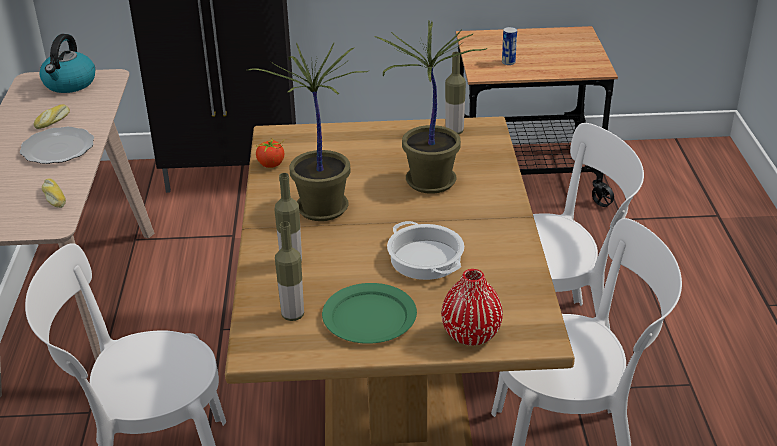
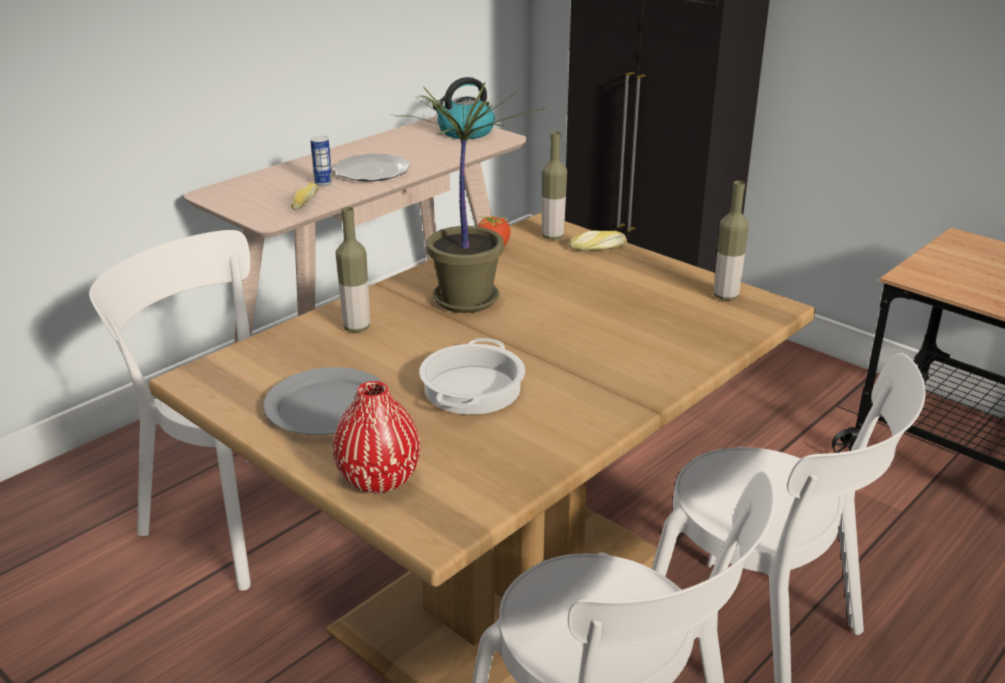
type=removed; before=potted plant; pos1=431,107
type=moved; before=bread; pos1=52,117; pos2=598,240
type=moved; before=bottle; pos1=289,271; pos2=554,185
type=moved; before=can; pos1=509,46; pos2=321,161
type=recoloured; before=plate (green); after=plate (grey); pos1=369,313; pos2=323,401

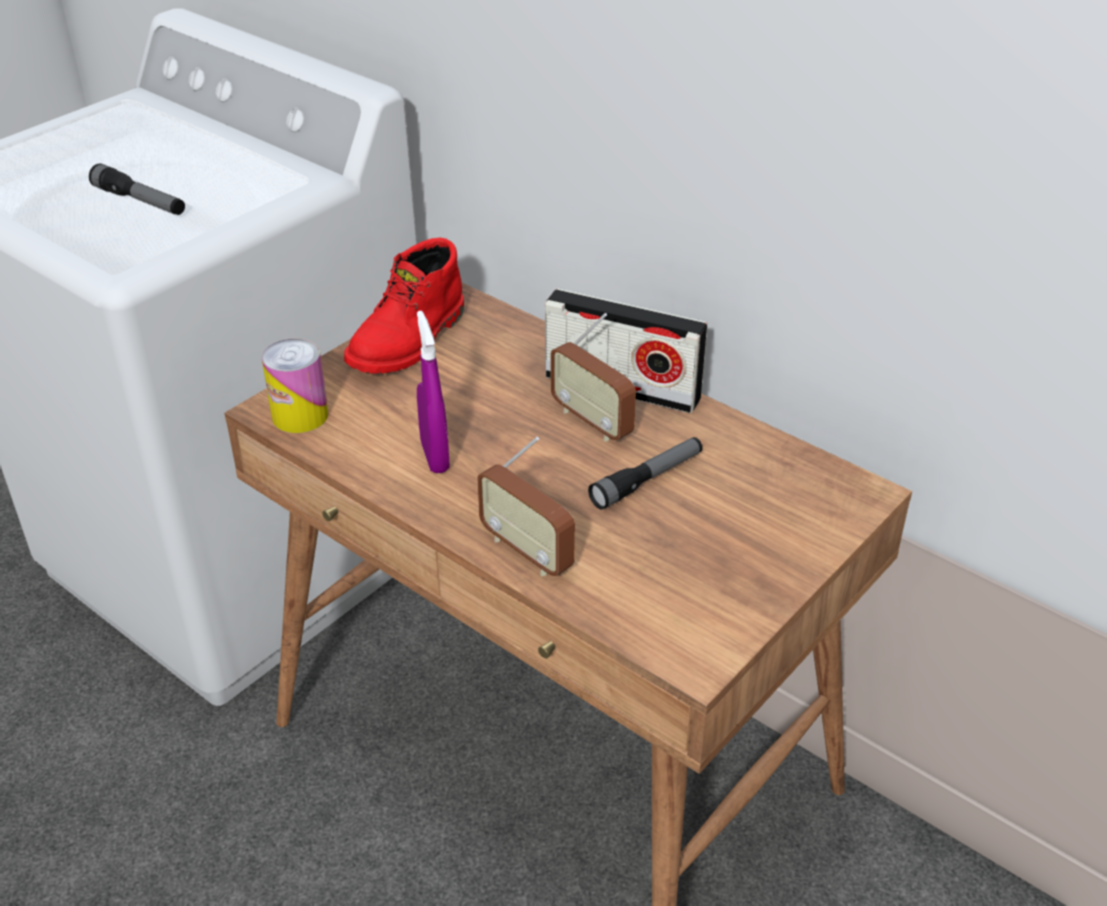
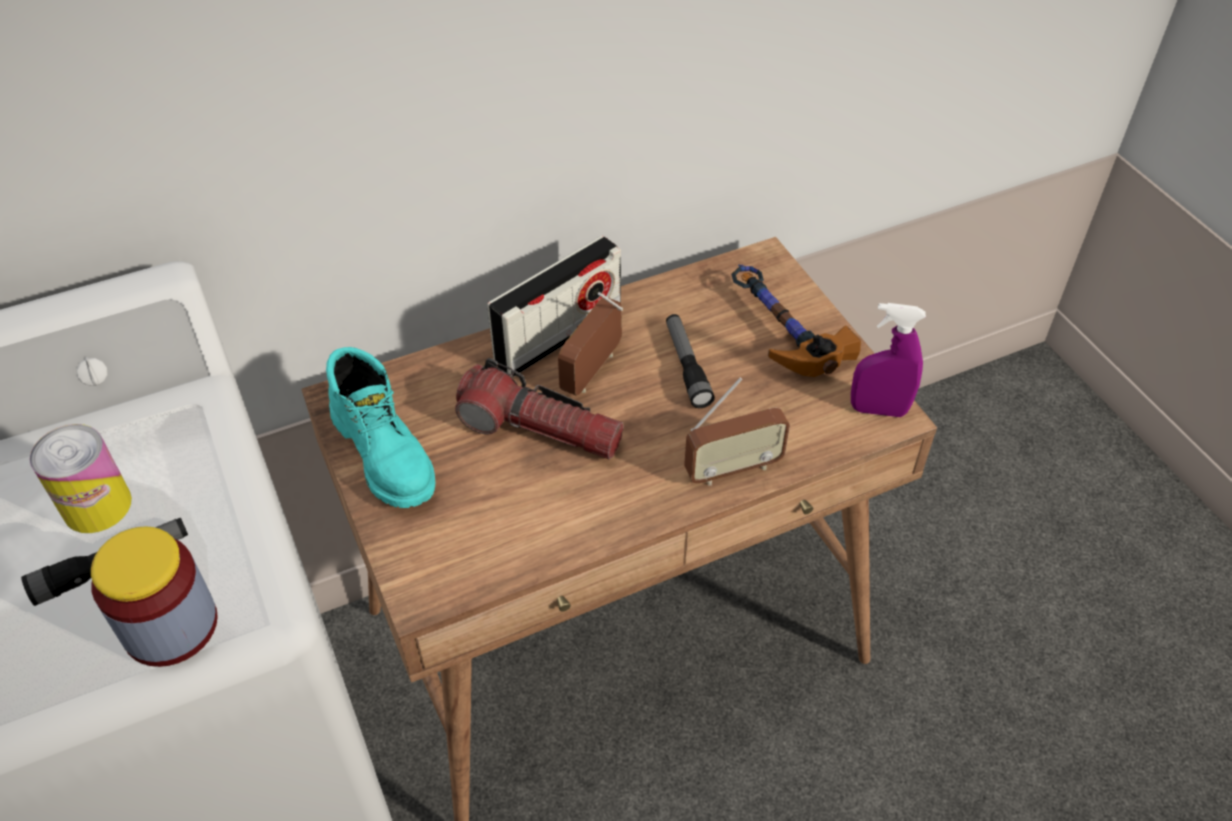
type=added; after=jar; pos2=154,596
type=added; after=flashlight; pos2=539,408
type=added; after=hammer; pos2=796,320
type=moved; before=can; pos1=295,385; pos2=81,478
type=moved; before=spray bottle (purple); pos1=433,392; pos2=888,360
type=recoloured; before=boot (red); after=boot (turquoise); pos1=404,306; pos2=380,427
type=turned; before=radio; pos1=593,377; pos2=590,344; turn=135

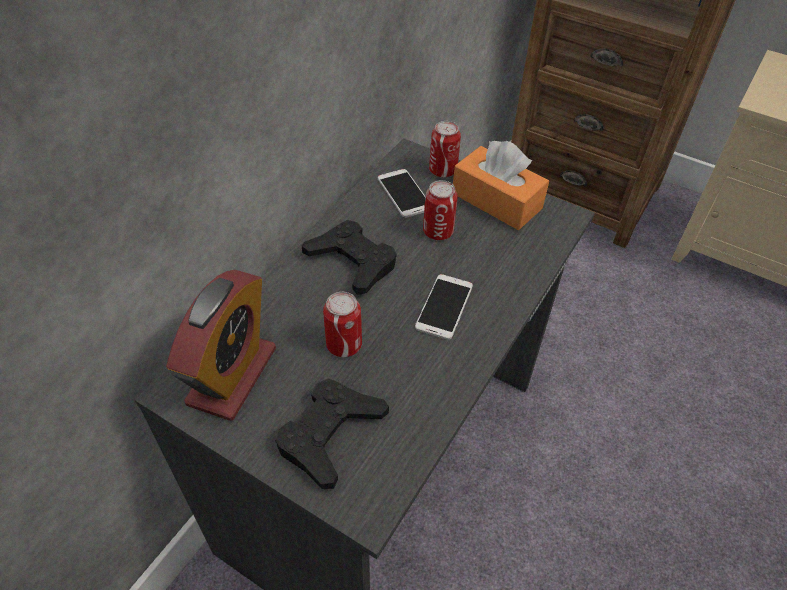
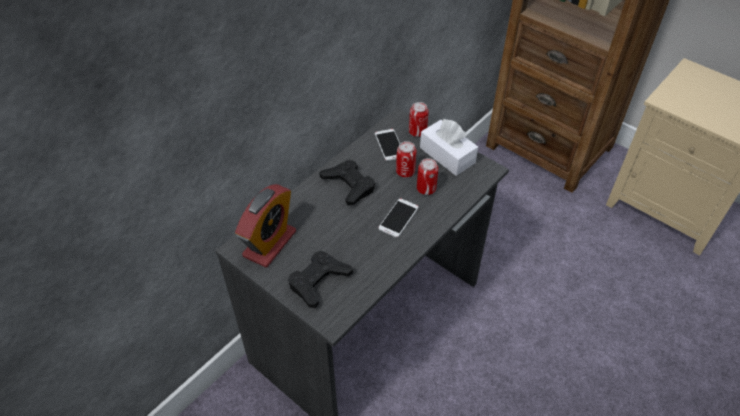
type=moved; before=can; pos1=342,324; pos2=427,176
type=recoloured; before=tissue box (orange); after=tissue box (white); pos1=501,185; pos2=449,147

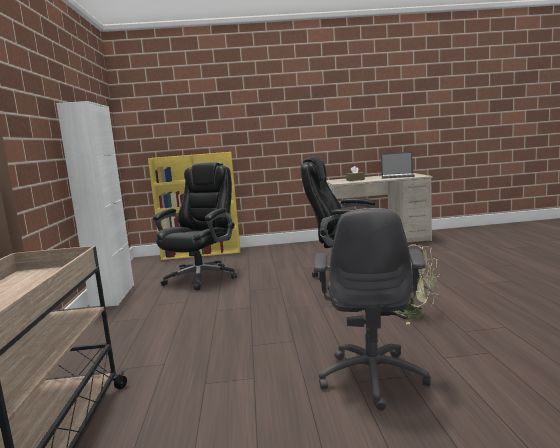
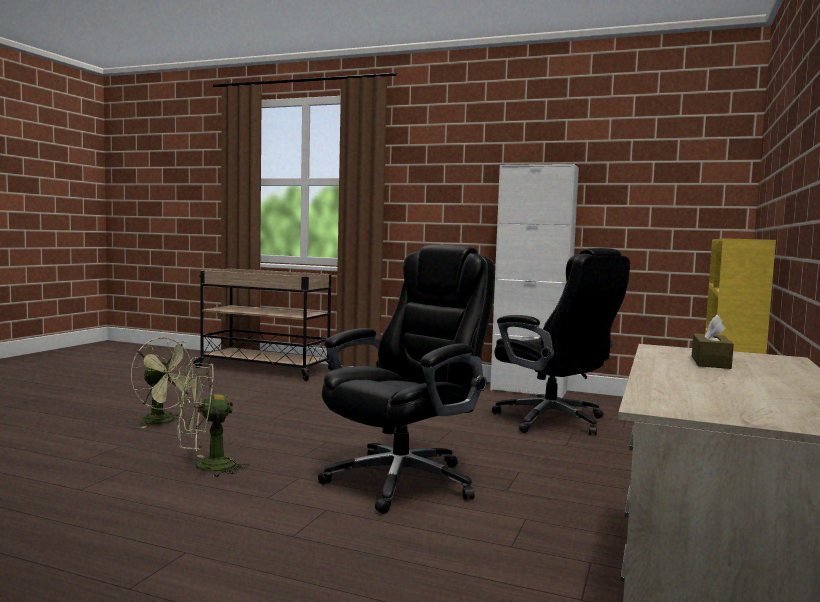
type=removed; before=laptop; pos1=398,165
type=replaced; before=office chair (grey); after=fan (green); pos1=372,309; pos2=164,382

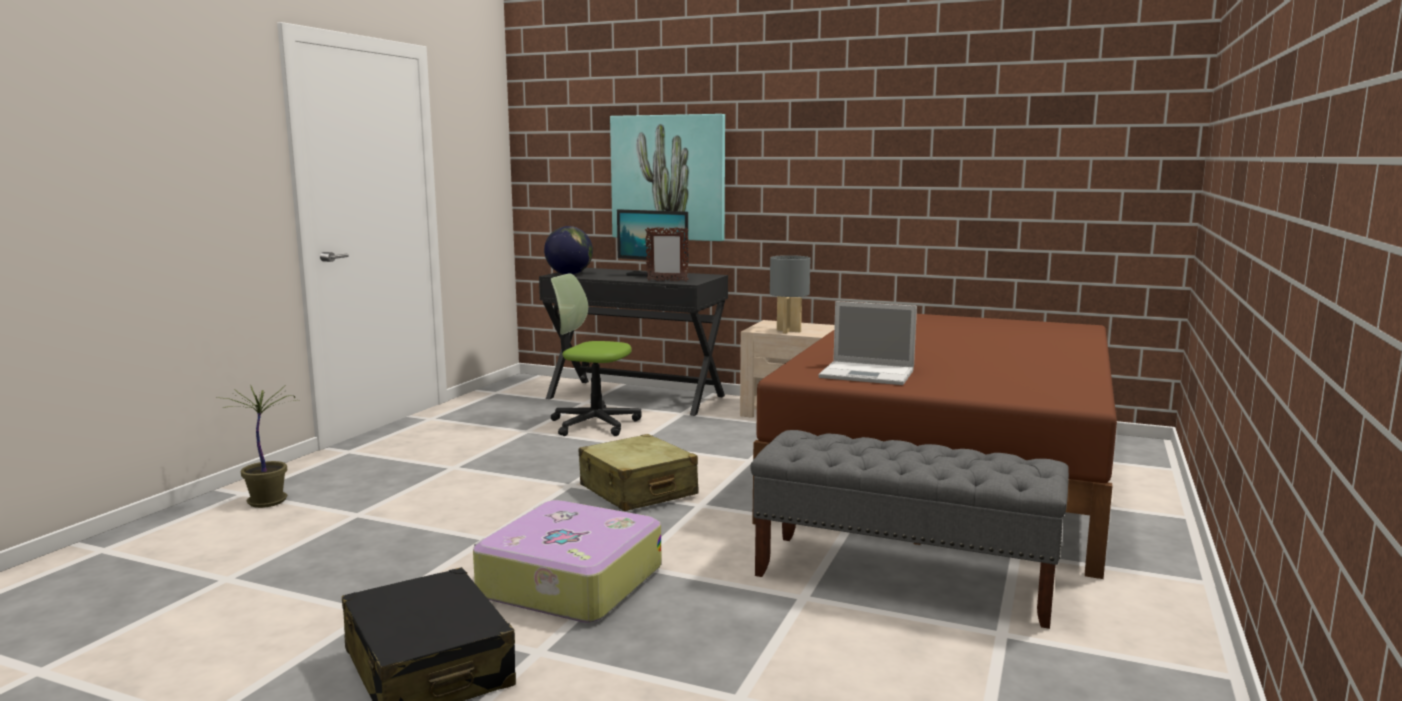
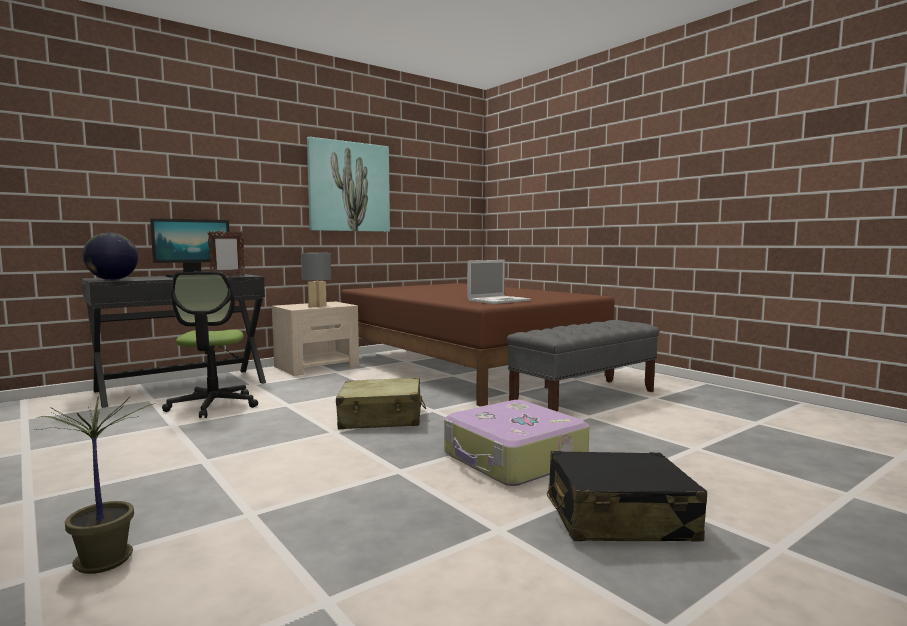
type=moved; before=picture; pos1=667,177; pos2=348,184
type=turned; before=office chair; pos1=596,354; pos2=210,345; turn=-60

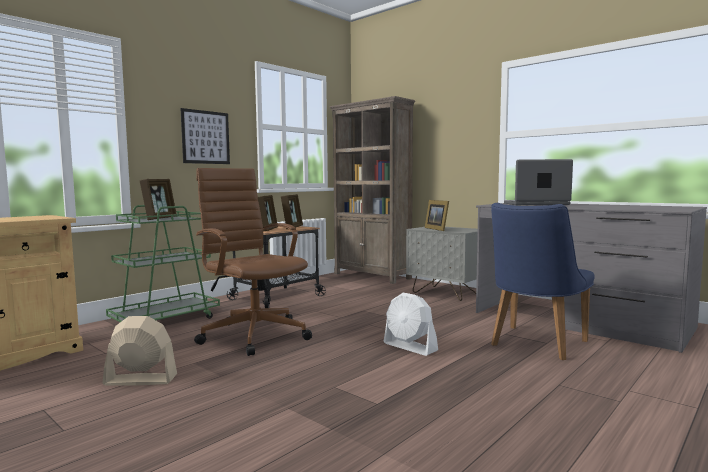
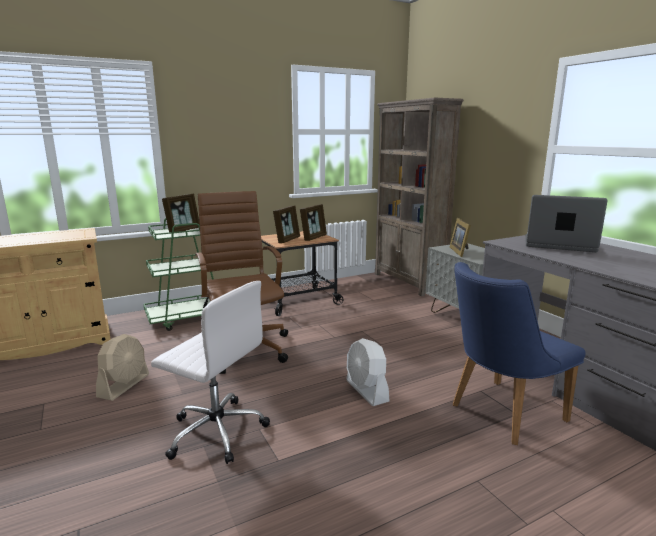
type=removed; before=picture; pos1=205,136
type=added; after=office chair (white); pos2=210,372
type=turned; before=fan (beige); pos1=139,350; pos2=122,367; turn=90

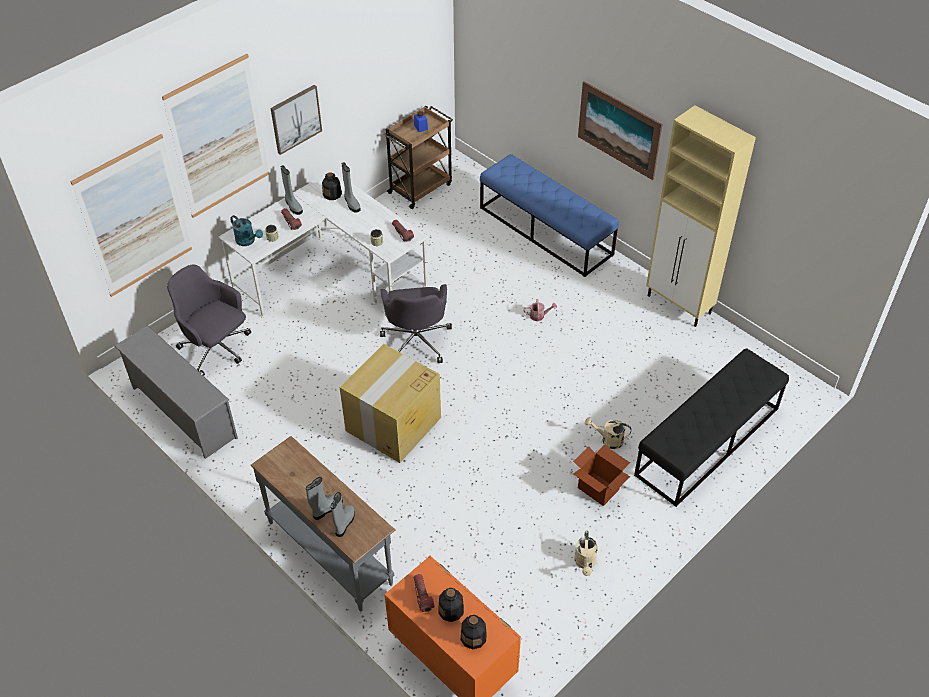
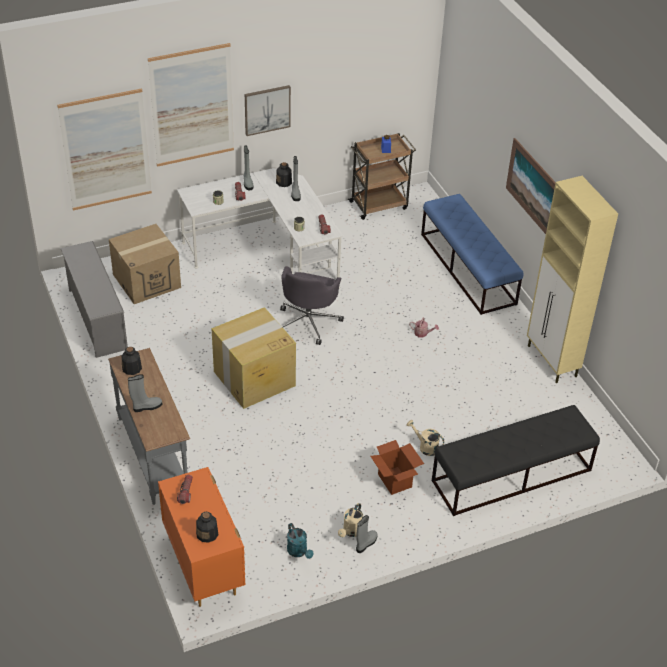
type=moved; before=watering can (turquoise); pos1=246,230; pos2=300,541
type=moved; before=boot (grey); pos1=343,514; pos2=367,534
type=moved; before=bottle; pos1=451,605; pos2=131,361
type=replaced; before=office chair (grey); after=cardboard box; pos1=209,320; pos2=145,264

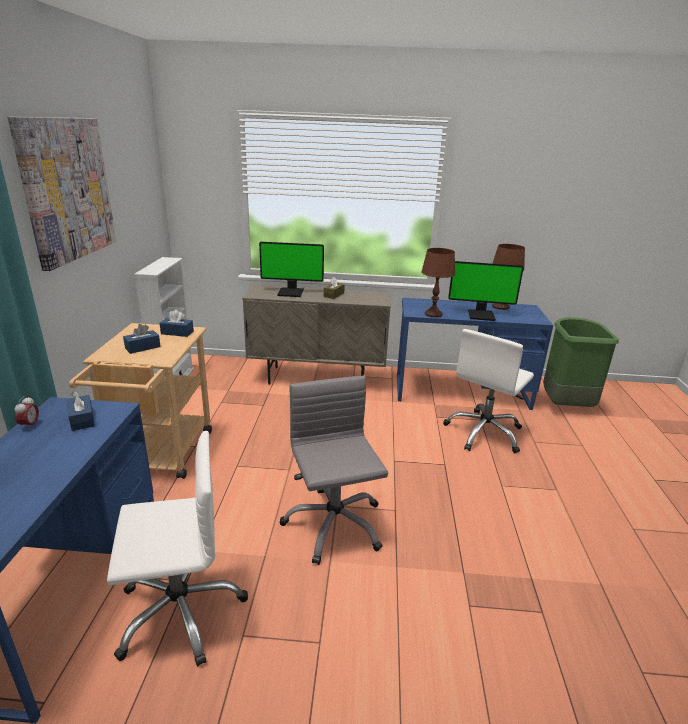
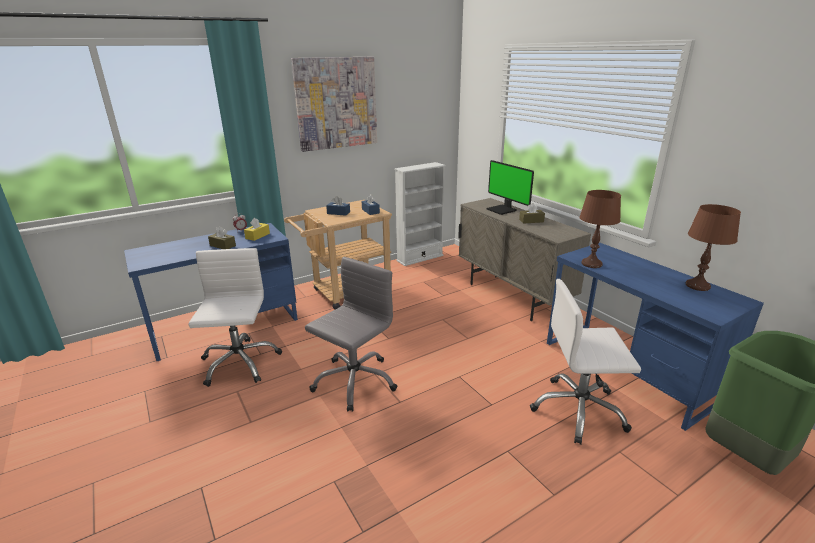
type=removed; before=monitor; pos1=486,291
type=added; after=tissue box (brown); pos2=222,238
type=recoloured; before=tissue box (blue); after=tissue box (yellow); pos1=81,411; pos2=257,229
type=turned; before=office chair (white); pos1=177,549; pos2=235,317; turn=-135

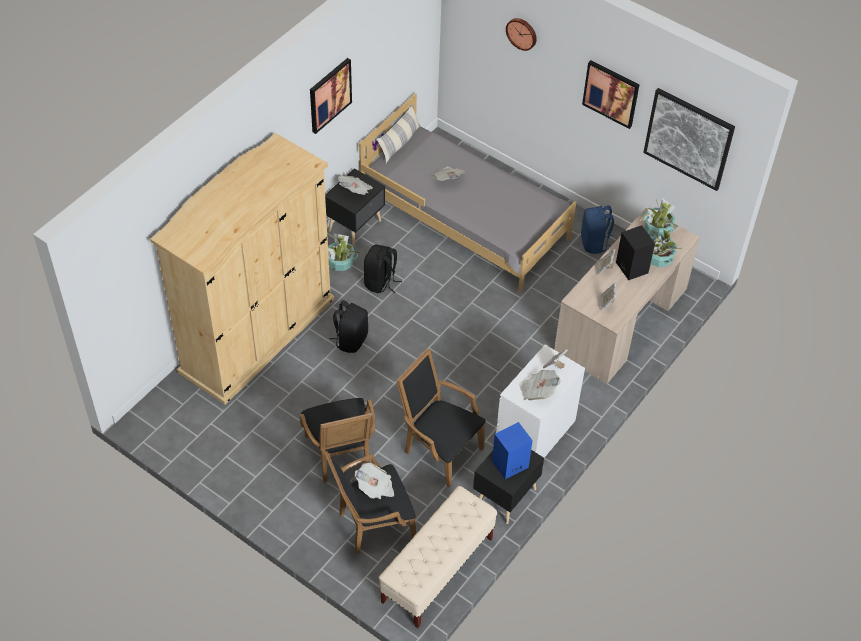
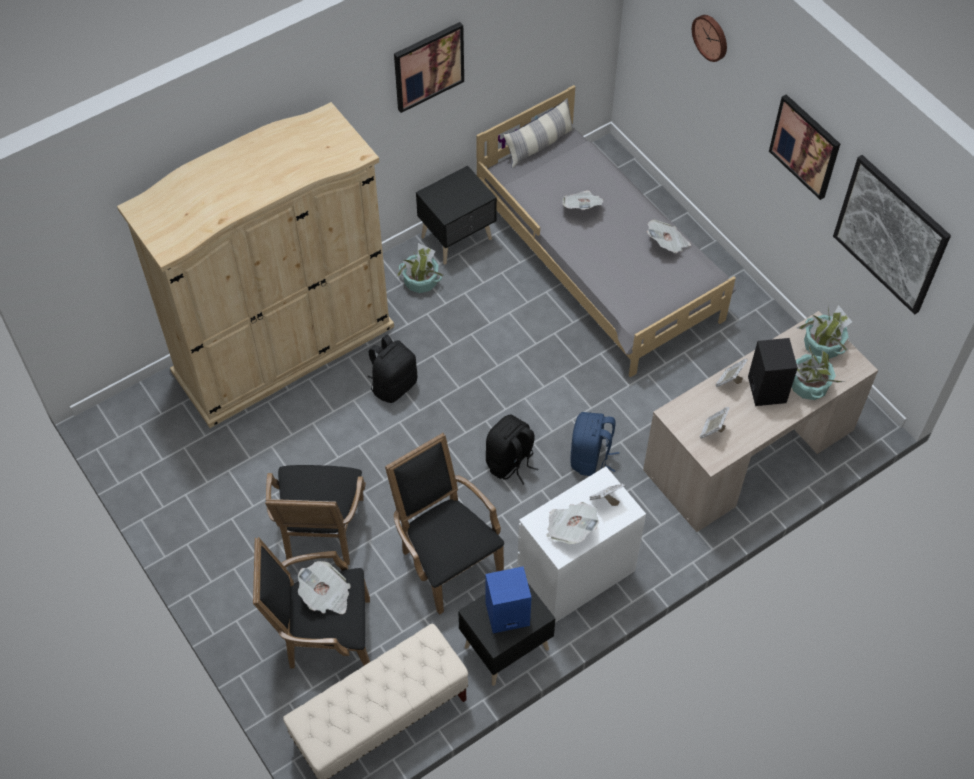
type=moved; before=newspaper; pos1=355,185; pos2=669,236
type=moved; before=backpack (black); pos1=383,268; pos2=512,450
type=moved; before=backpack (blue); pos1=597,229; pos2=594,444

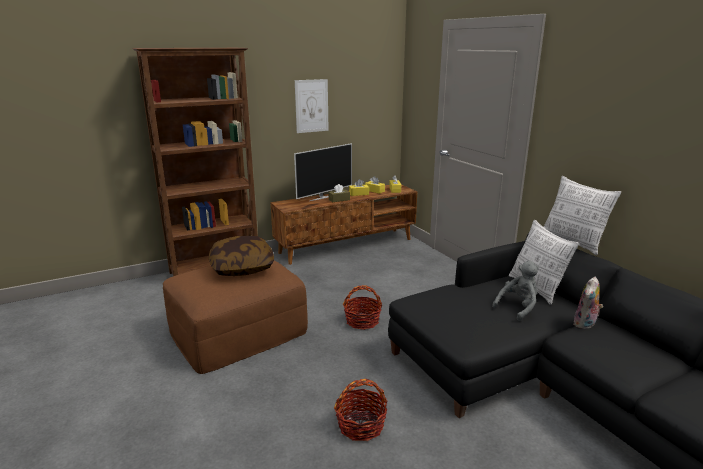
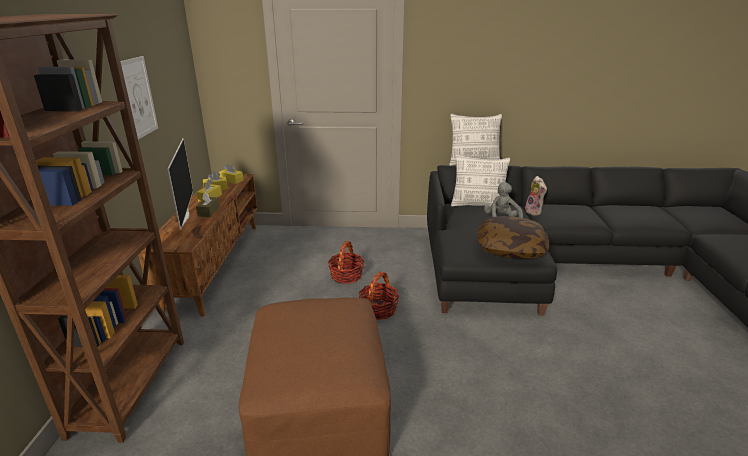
type=moved; before=pillow; pos1=241,256; pos2=513,237
type=moved; before=basket; pos1=360,410; pos2=346,262

